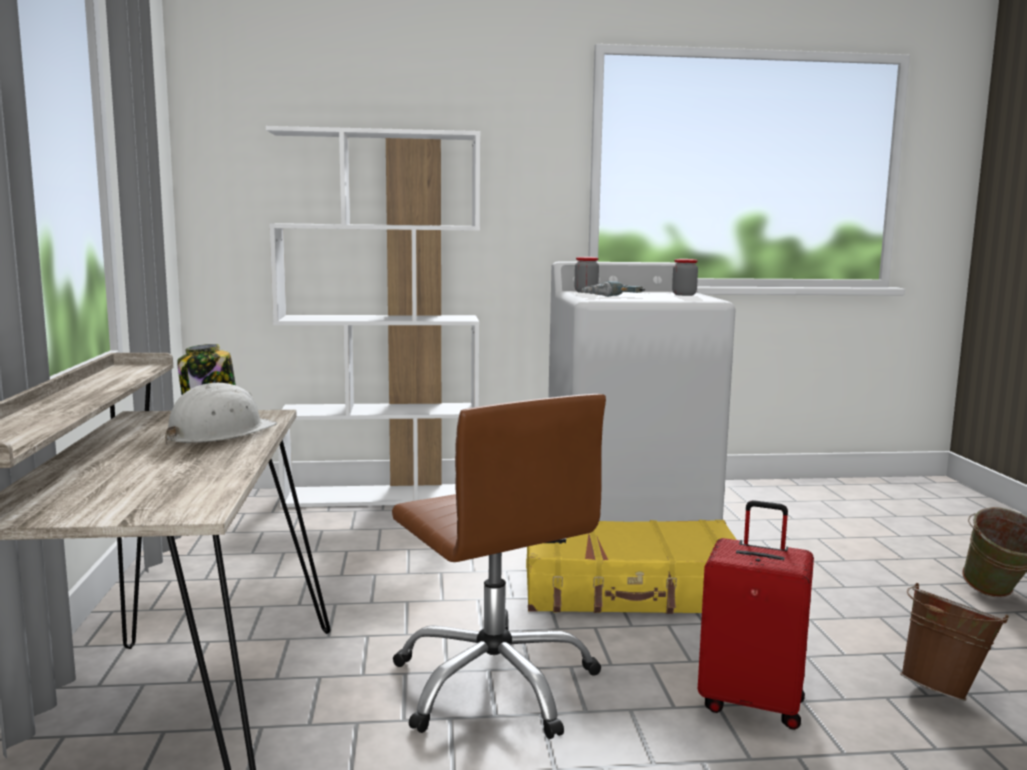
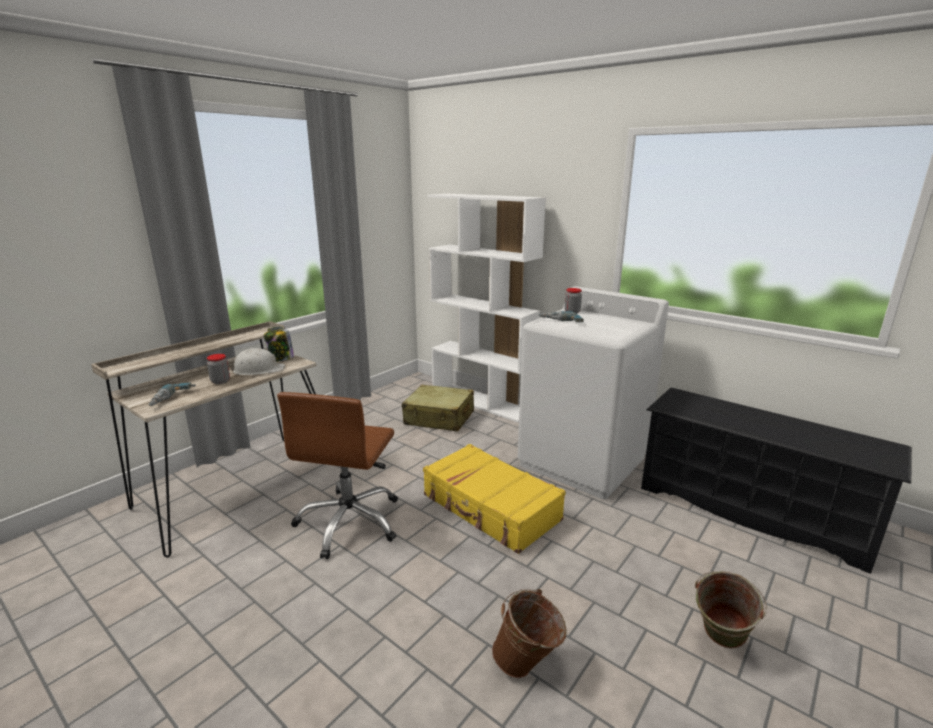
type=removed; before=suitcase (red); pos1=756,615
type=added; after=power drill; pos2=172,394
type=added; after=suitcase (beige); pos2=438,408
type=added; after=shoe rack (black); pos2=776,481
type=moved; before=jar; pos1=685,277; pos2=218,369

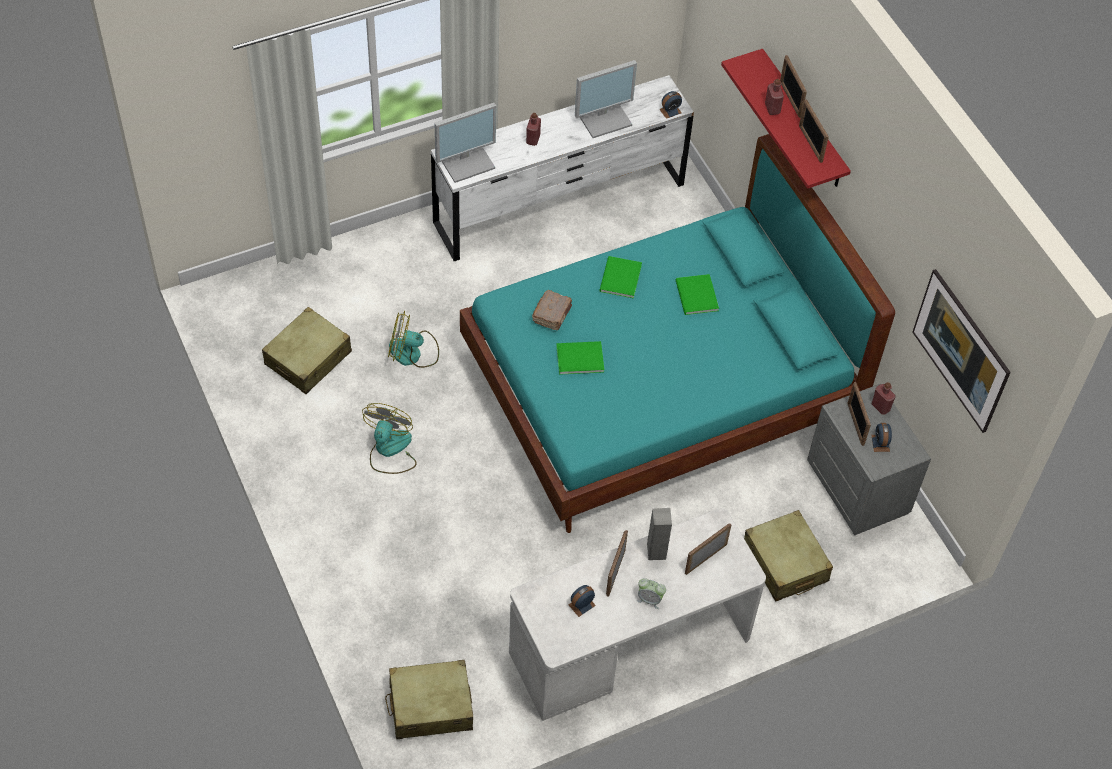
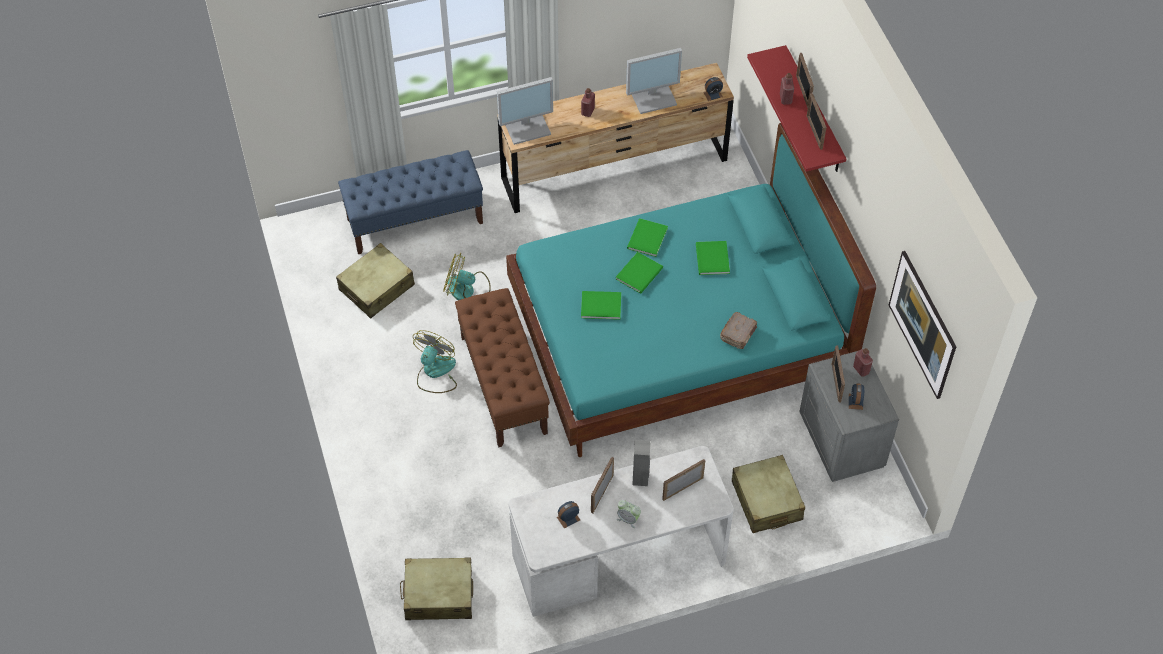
type=added; after=bench (blue); pos2=410,202
type=added; after=bench (brown); pos2=502,367
type=added; after=book (green); pos2=639,273
type=moved; before=book (brown); pos1=552,310; pos2=738,330
type=recoloured; before=dresser (white); after=dresser (brown); pos1=562,168; pos2=615,138

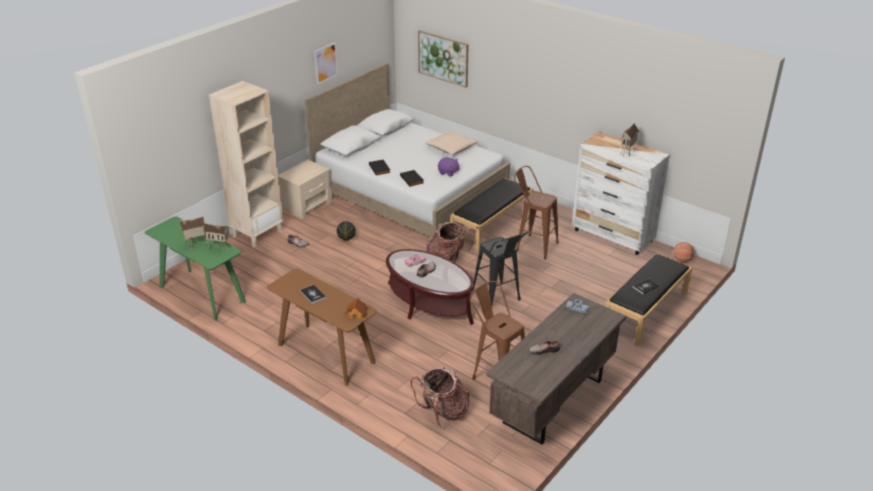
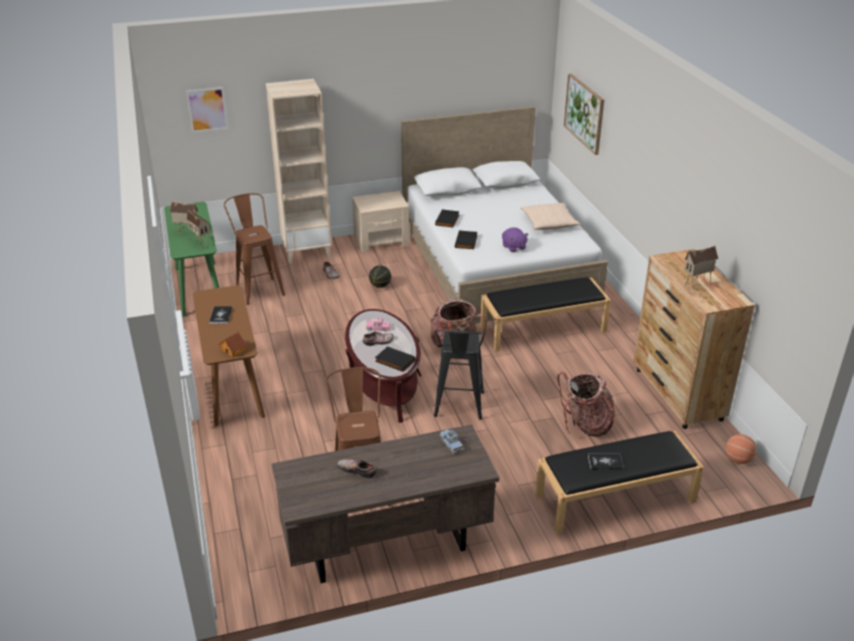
type=added; after=book (black); pos2=395,359
type=moved; before=picture; pos1=326,63; pos2=207,110
type=moved; before=backpack; pos1=440,396; pos2=586,404
type=moved; before=stool (brown); pos1=536,213; pos2=254,249
type=recoloured; before=dresser (white); after=dresser (brown); pos1=621,193; pos2=694,339

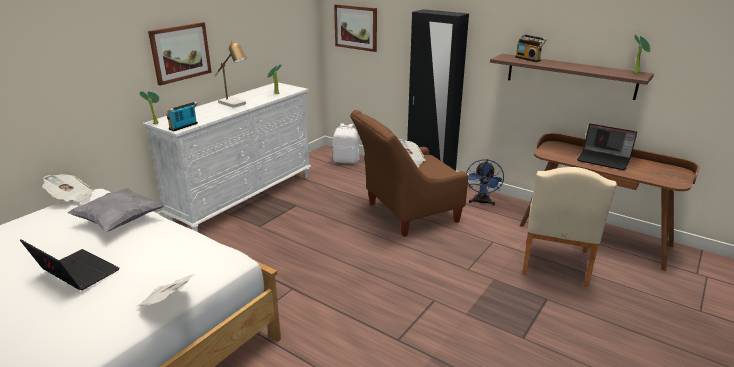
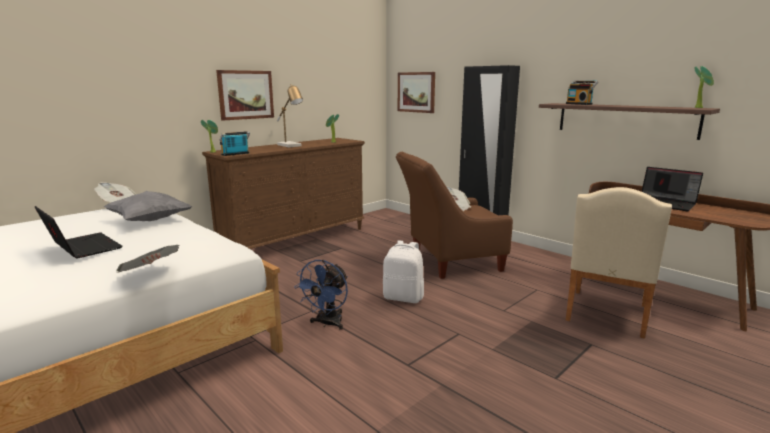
type=moved; before=backpack (white); pos1=346,143; pos2=403,272
type=moved; before=fan (blue); pos1=485,182; pos2=321,295
type=recoloured; before=dresser (white); after=dresser (brown); pos1=227,157; pos2=283,193

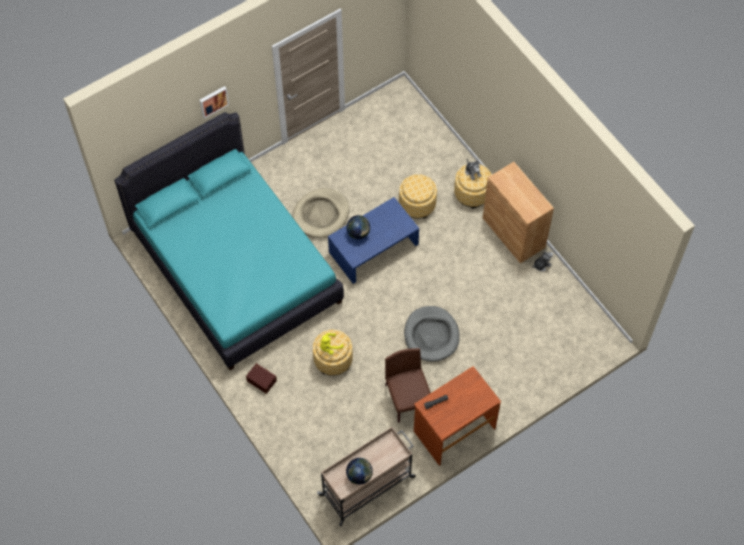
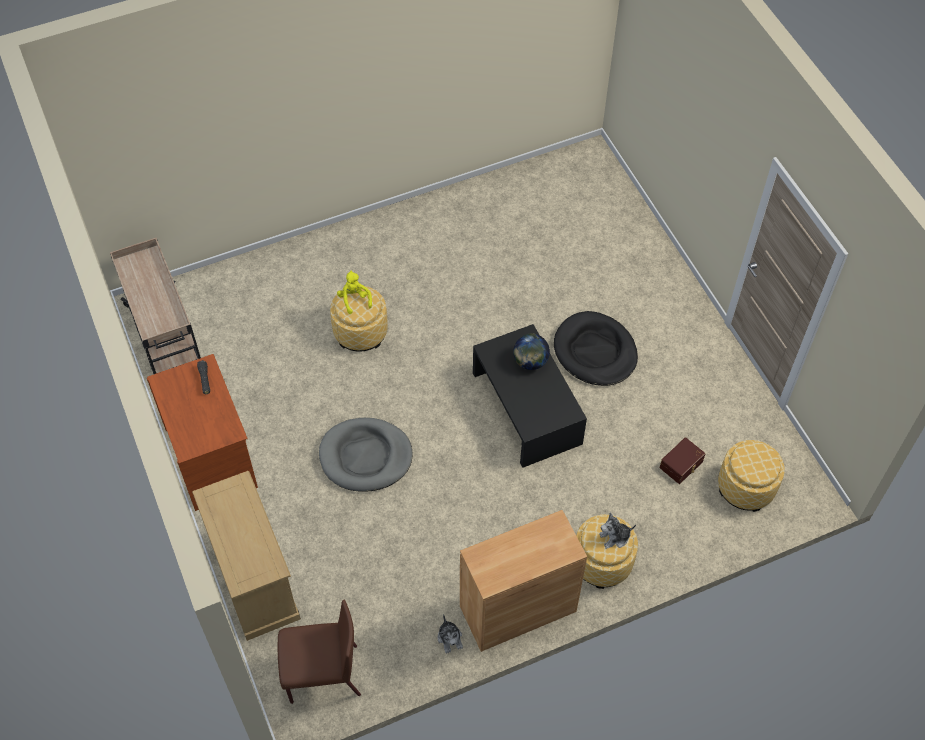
type=removed; before=bed (turquoise); pos1=229,241
type=removed; before=picture; pos1=214,102
type=removed; before=globe; pos1=359,471
type=added; after=dresser (beige); pos2=246,556
type=moved; before=storage box (brown); pos1=261,378; pos2=682,460
type=moved; before=chair (brown); pos1=408,385; pos2=319,652
type=moved; before=ottoman; pos1=418,196; pos2=751,476
type=recoloured; before=dog bed (beige); after=dog bed (black); pos1=321,213; pos2=596,348
type=recoloured; before=coffee table (blue); after=coffee table (black); pos1=373,240; pos2=530,396

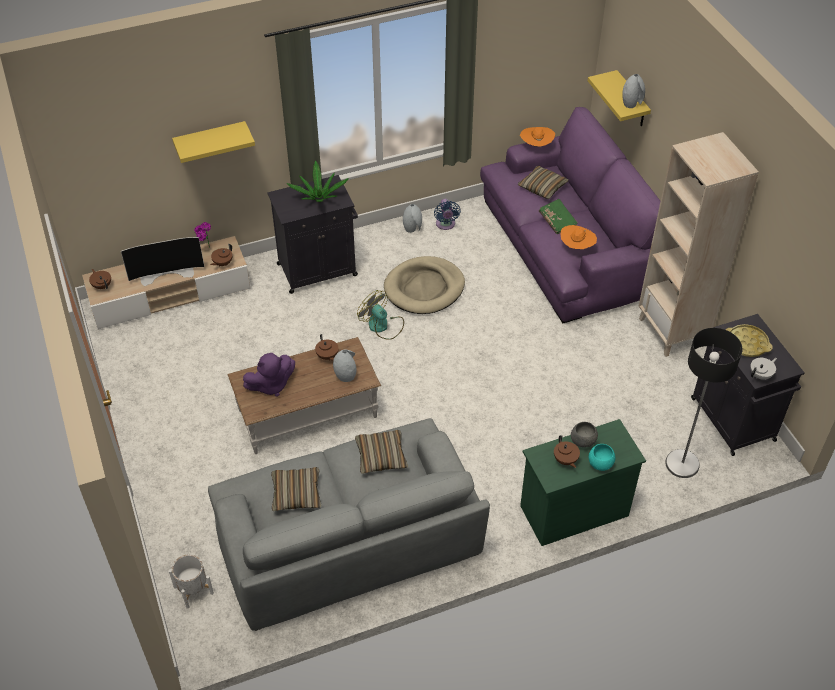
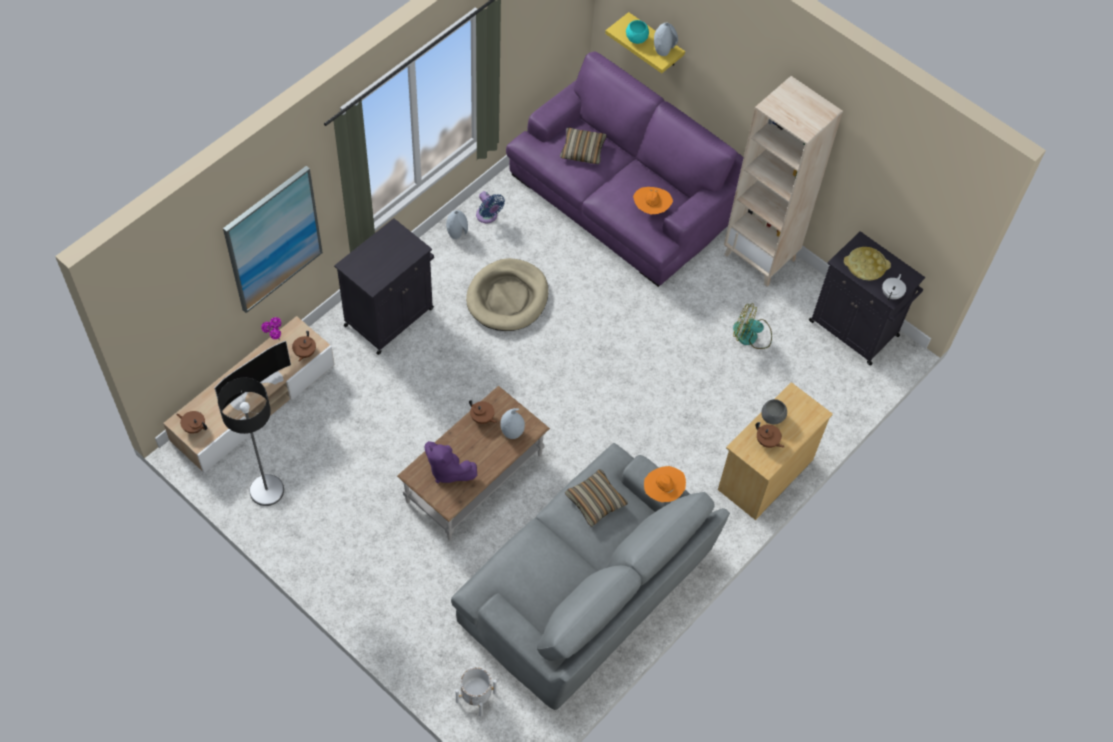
type=removed; before=pillow; pos1=296,489
type=removed; before=potted plant; pos1=317,181
type=removed; before=book (green); pos1=558,216
type=moved; before=fan; pos1=380,315; pos2=752,326
type=moved; before=hat (orange); pos1=537,137; pos2=665,484
type=moved; before=bowl (turquoise); pos1=602,457; pos2=637,32
type=moved; before=floor lamp; pos1=703,403; pos2=251,441
type=replaced; before=shelf (yellow); after=picture; pos1=213,142; pos2=273,239
type=recoloured; before=dresser (green); after=dresser (beige); pos1=583,482; pos2=775,451
type=turned; before=plush toy (purple); pos1=269,375; pos2=450,462; turn=90

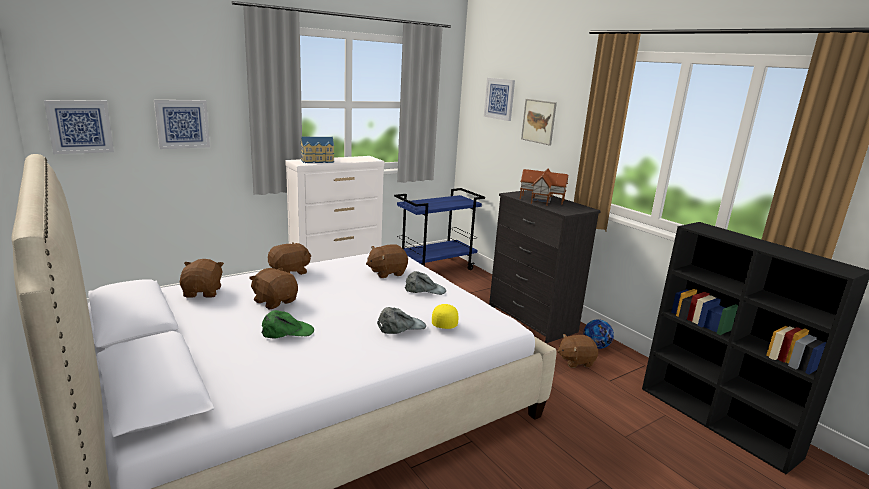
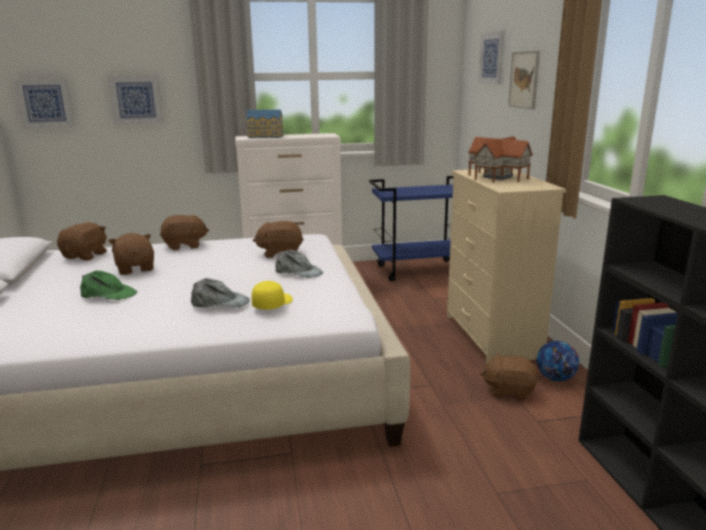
type=recoloured; before=dresser (black); after=dresser (beige); pos1=545,266; pos2=506,266

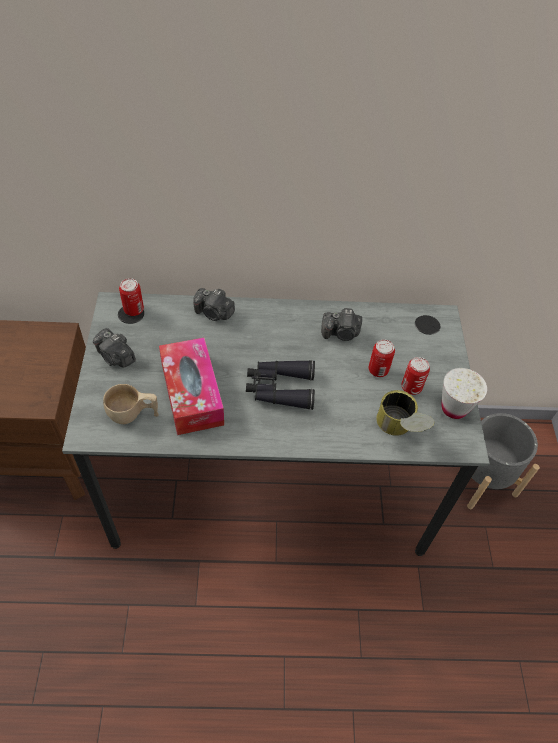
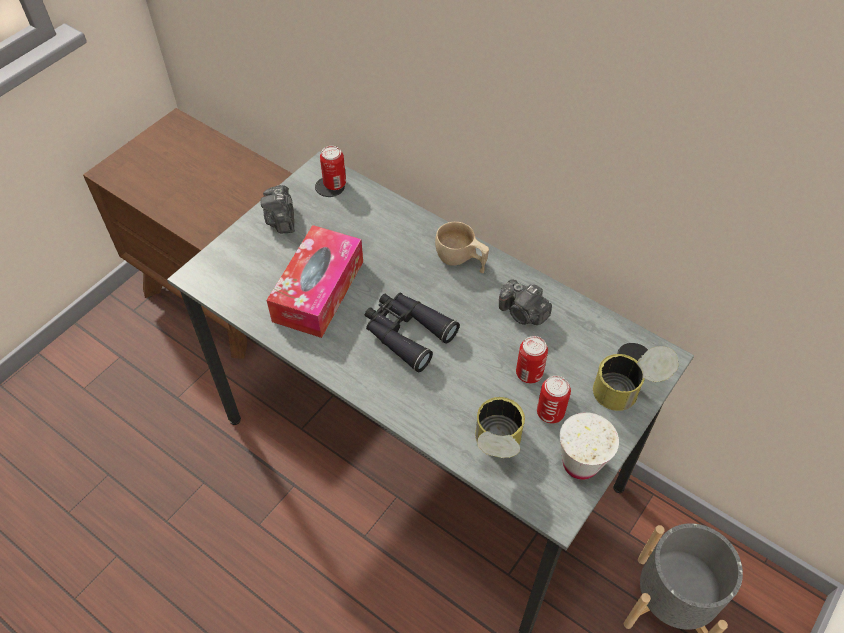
type=removed; before=photo camera; pos1=214,304
type=added; after=can; pos2=636,378
type=moved; before=cup (beige); pos1=131,404; pos2=462,247

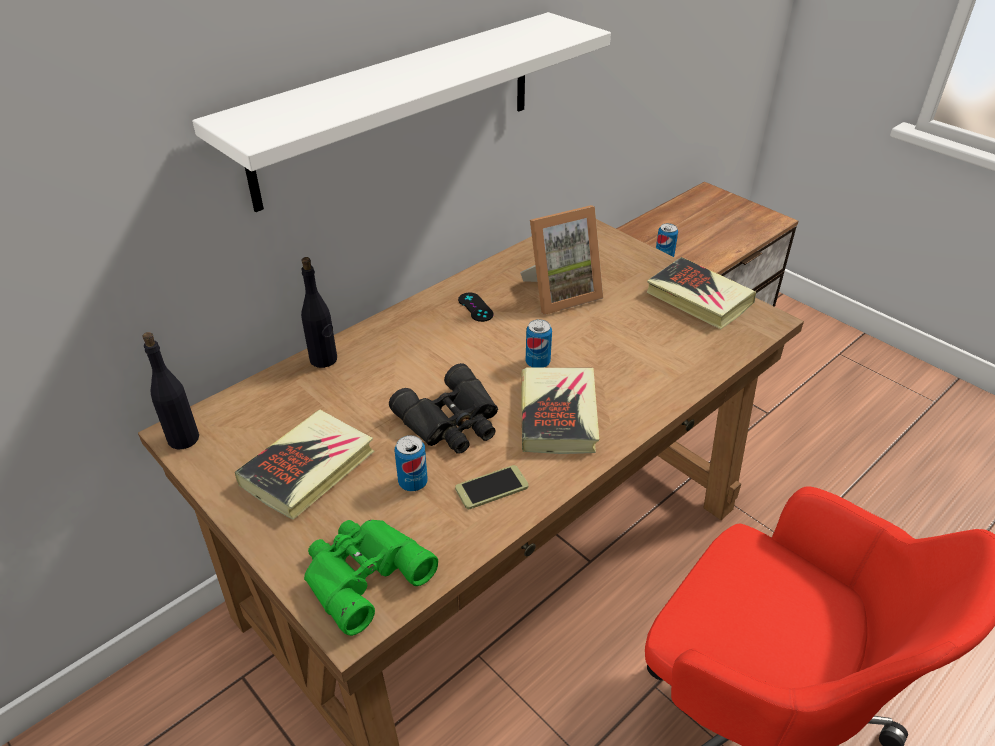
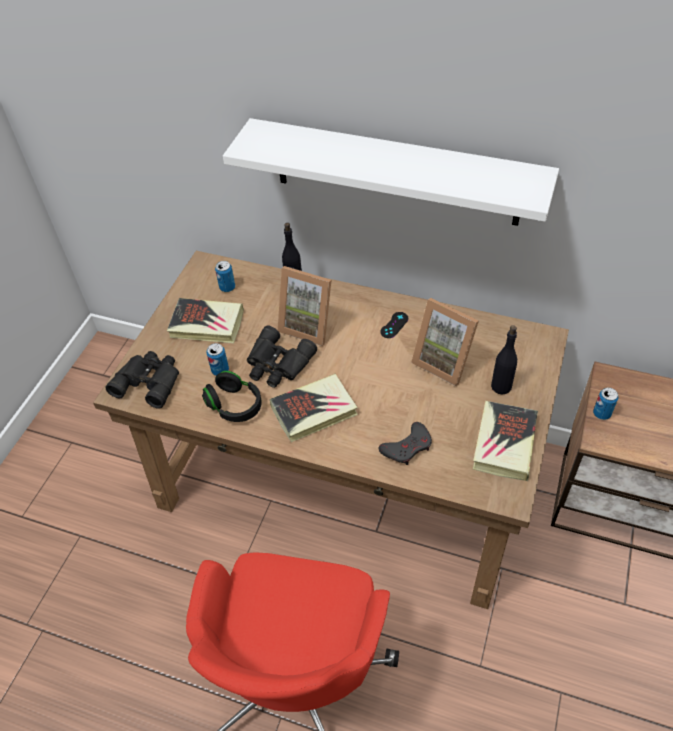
type=added; after=picture frame; pos2=304,306
type=added; after=game controller (grey); pos2=405,443
type=moved; before=bottle (black); pos1=170,391; pos2=504,360
type=moved; before=can; pos1=539,343; pos2=225,276
type=replaced; before=phone; after=headphones (black); pos1=492,487; pos2=232,396
type=recoloured; before=binoculars (green); after=binoculars (black); pos1=371,578; pos2=142,380

